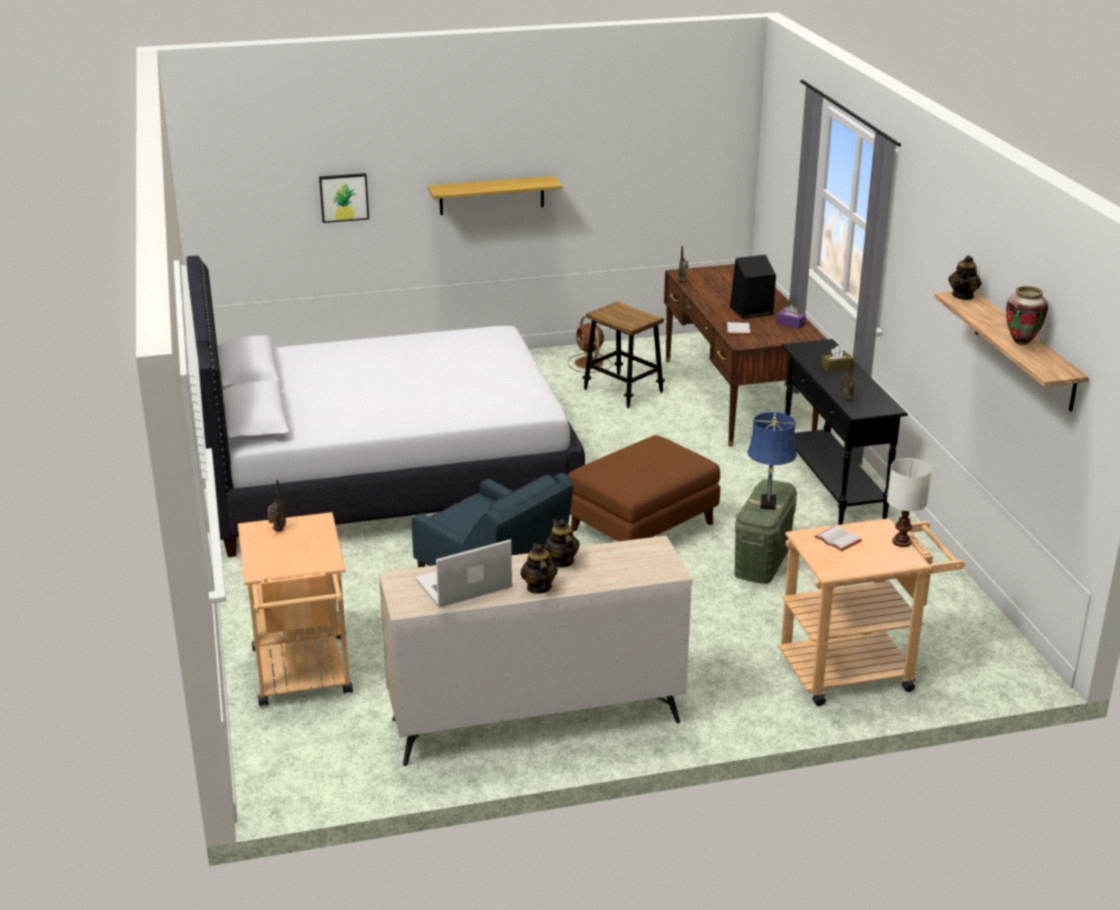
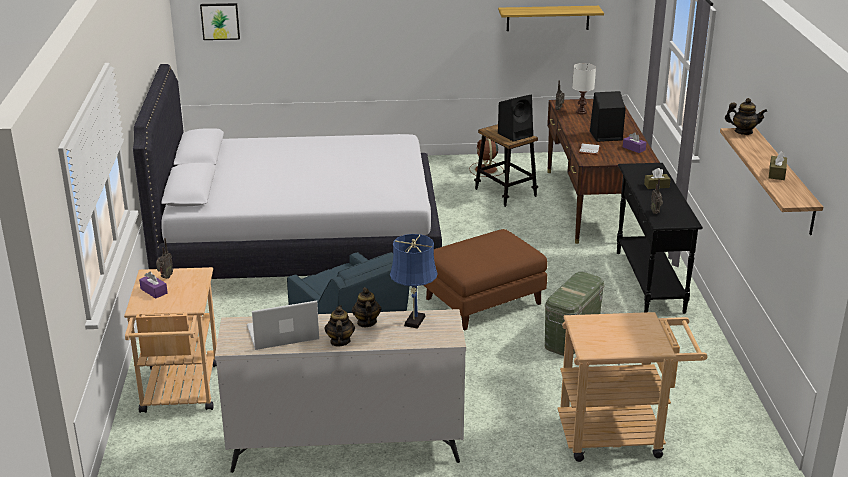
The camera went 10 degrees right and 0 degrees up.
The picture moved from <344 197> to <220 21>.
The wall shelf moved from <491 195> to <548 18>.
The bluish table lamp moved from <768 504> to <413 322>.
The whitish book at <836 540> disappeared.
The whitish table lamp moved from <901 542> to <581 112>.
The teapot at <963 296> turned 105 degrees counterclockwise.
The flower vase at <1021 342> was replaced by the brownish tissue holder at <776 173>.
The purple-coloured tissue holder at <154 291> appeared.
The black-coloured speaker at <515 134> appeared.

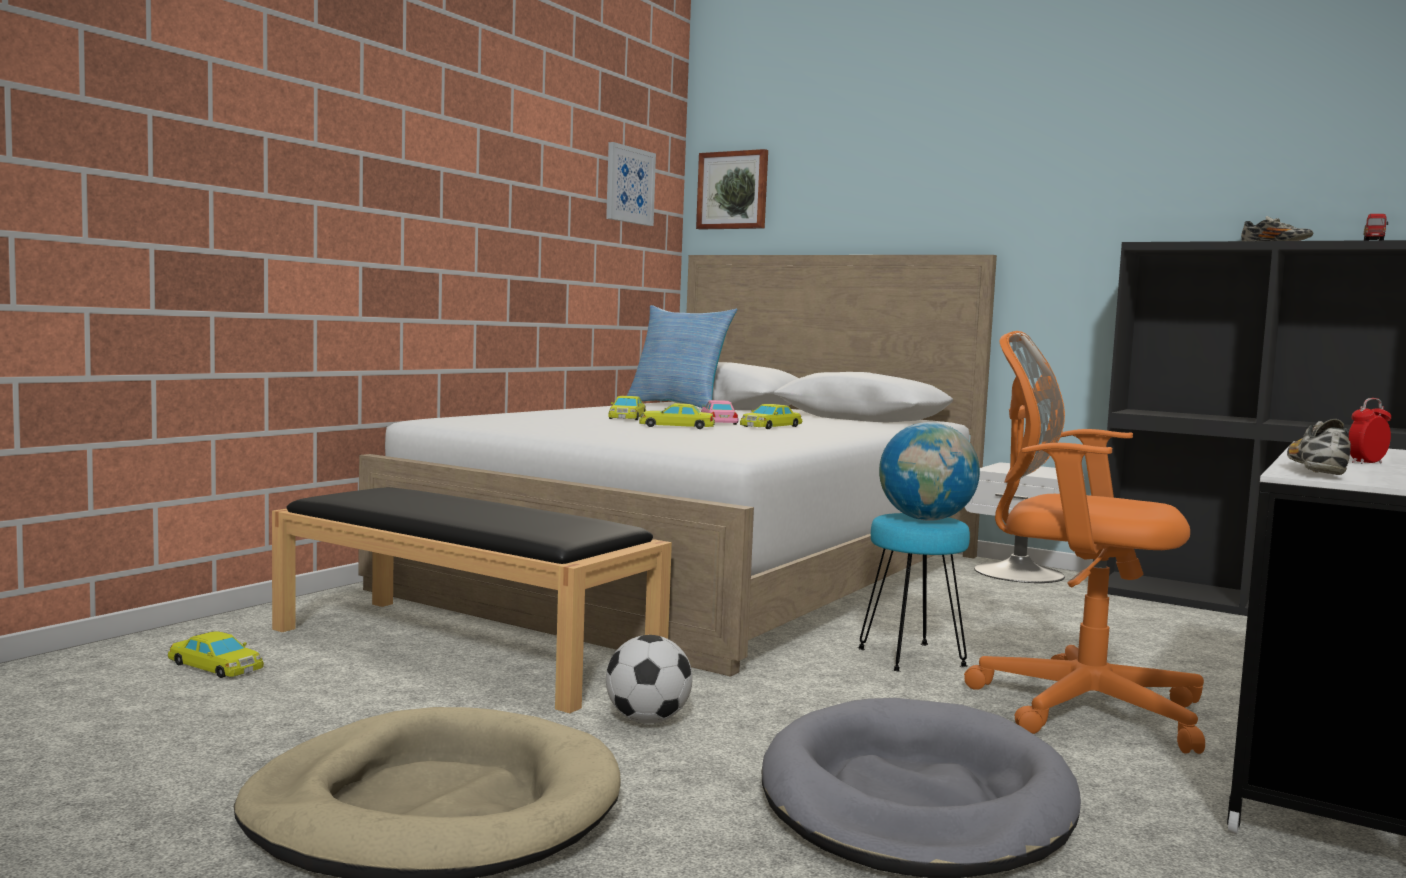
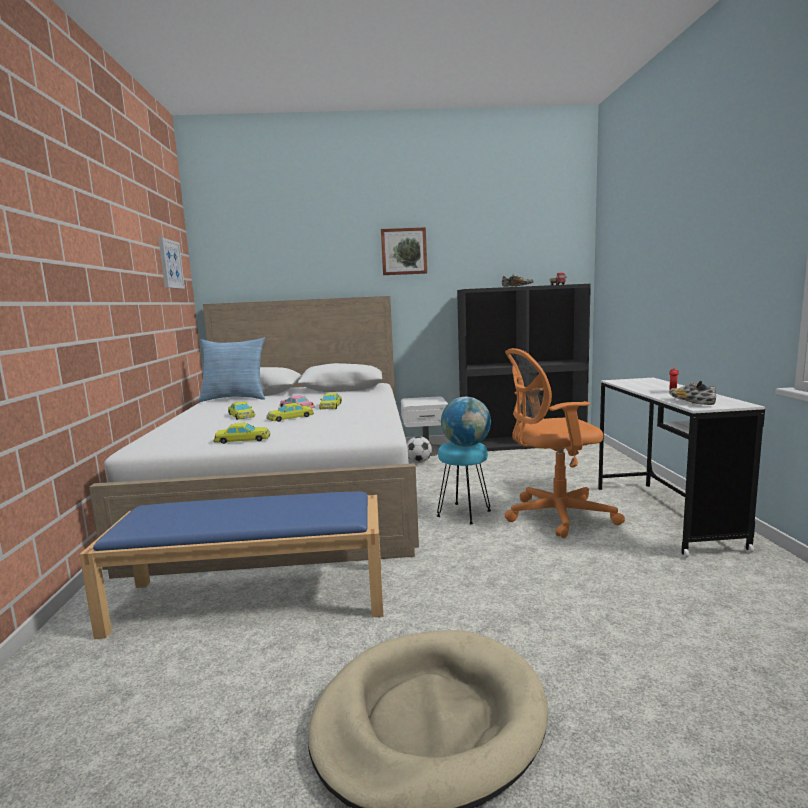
The camera went 35 degrees left and 5 degrees up.
The yellow-coloured toy car moved from <216 666> to <243 439>.
The black-coloured bench at <465 649> became the bluish bench at <254 597>.
The ball for football moved from <647 720> to <419 462>.
The picture moved from <733 190> to <404 251>.
The greyish dog cushion at <915 800> disappeared.

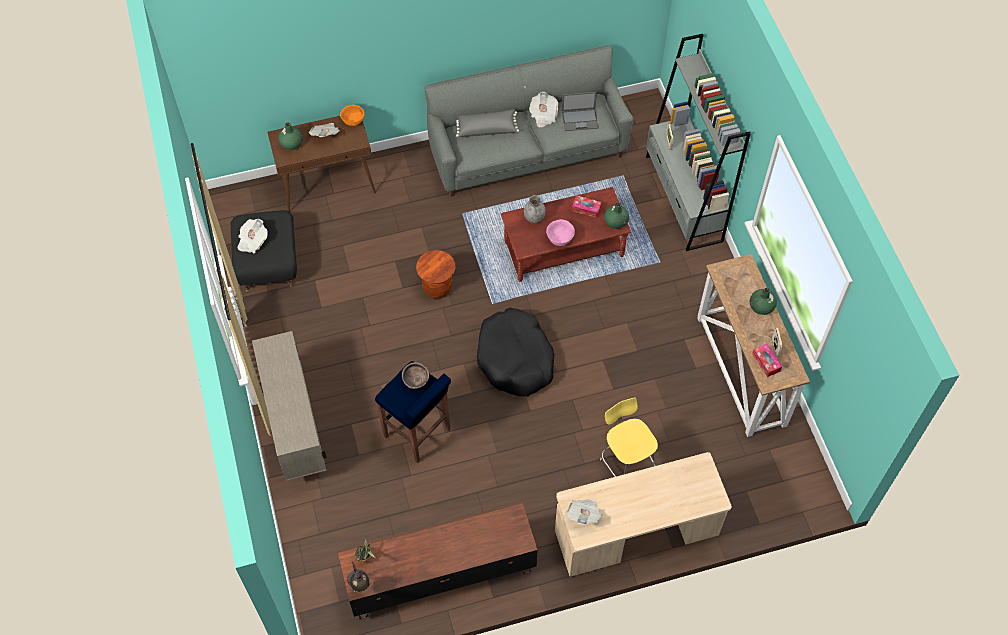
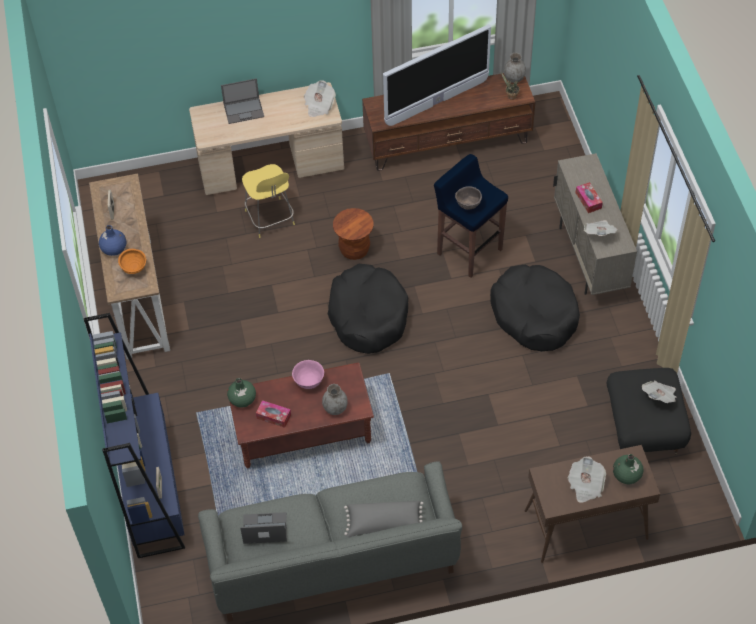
The camera went 175 degrees left and 5 degrees down.
The orange serving bowl moved from <353 122> to <134 269>.
The table lamp at <360 585> was replaced by the greyish flower vase at <514 78>.
The brownish stool moved from <437 288> to <354 250>.
The daily paper moved from <543 115> to <599 233>.
The greyish bookshelf at <683 199> became the bluish bookshelf at <151 489>.
The green-coloured flower vase at <761 307> became the bluish flower vase at <114 248>.
The tissue holder moved from <766 362> to <588 200>.
The notebook computer at <244 110> appeared.
The television at <437 103> appeared.
The black-coloured dog cushion at <534 314> appeared.

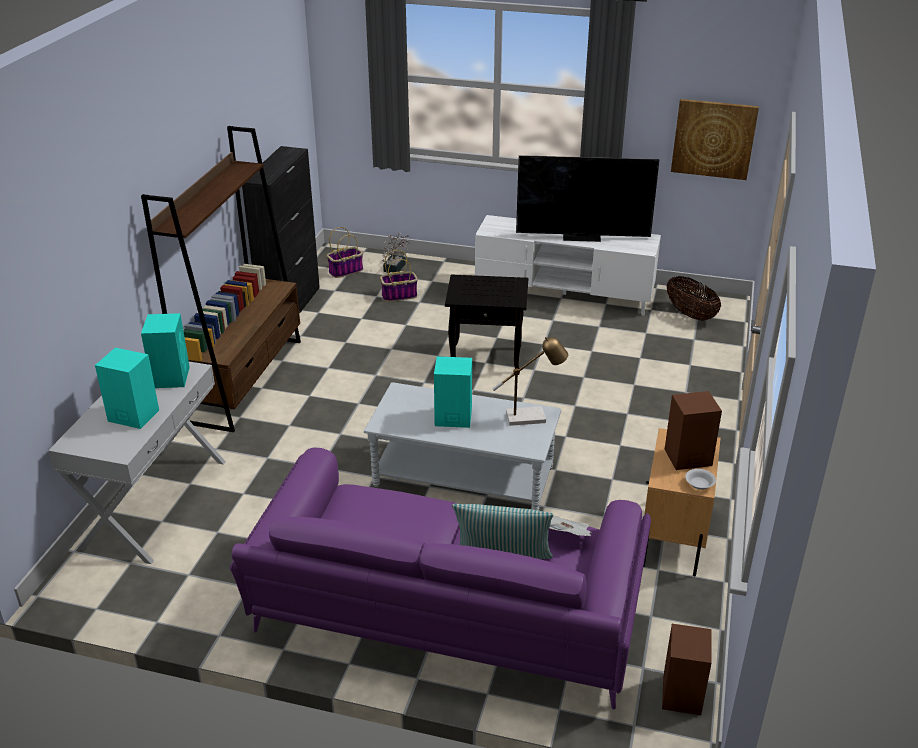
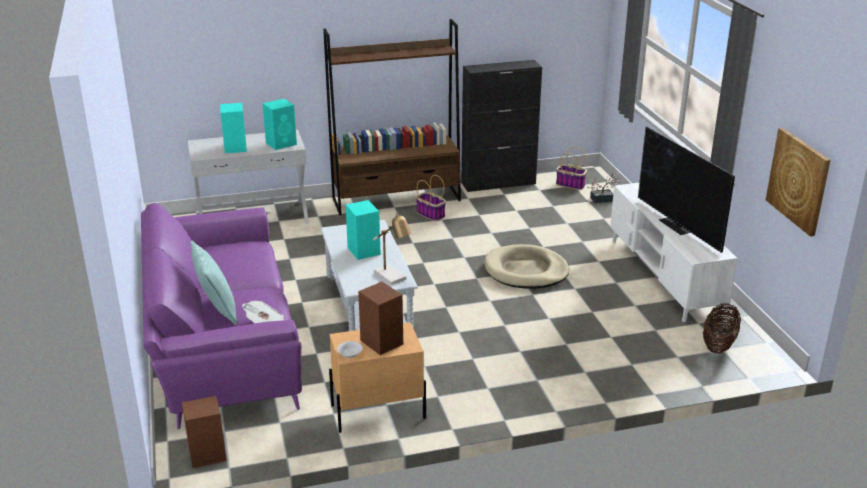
The camera went 60 degrees right and 5 degrees down.
The basket moved from <399 295> to <431 214>.
The black-coloured end table at <487 357> was replaced by the sand-coloured dog cushion at <526 271>.

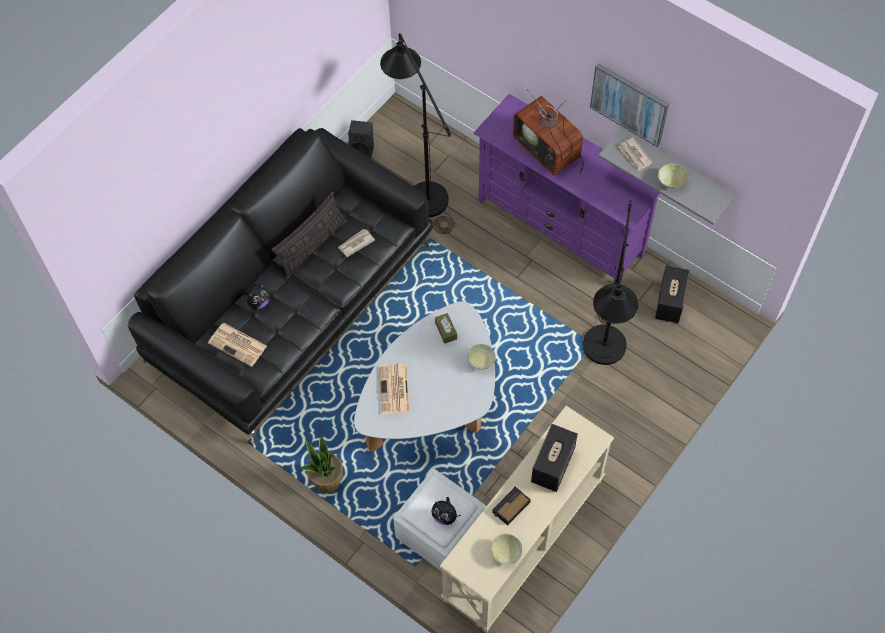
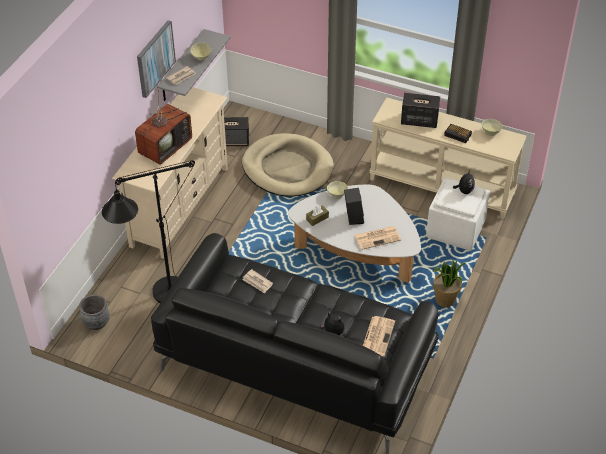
The camera went 105 degrees left and 15 degrees down.
The pillow at <312 246> disappeared.
The black-coloured speaker moved from <363 150> to <352 217>.
The purple-coloured media console at <561 227> became the sand-coloured media console at <179 206>.
The black-coloured standing lamp at <602 356> was replaced by the sand-coloured dog cushion at <287 168>.
The greyish planter at <96 322> appeared.

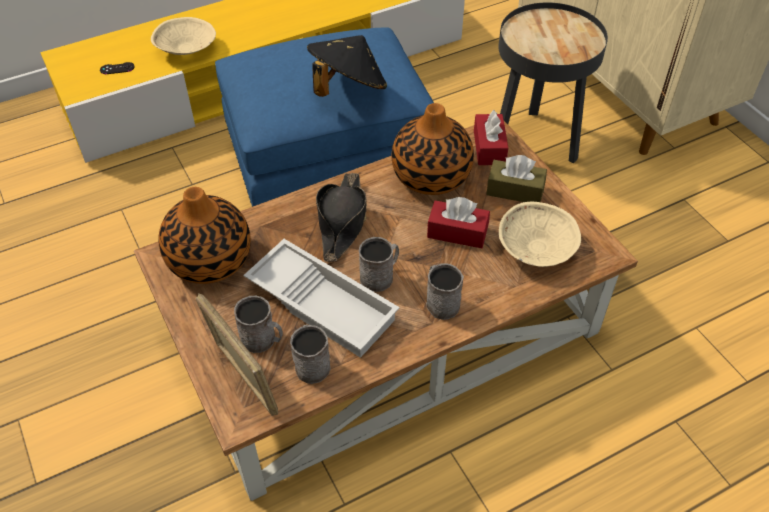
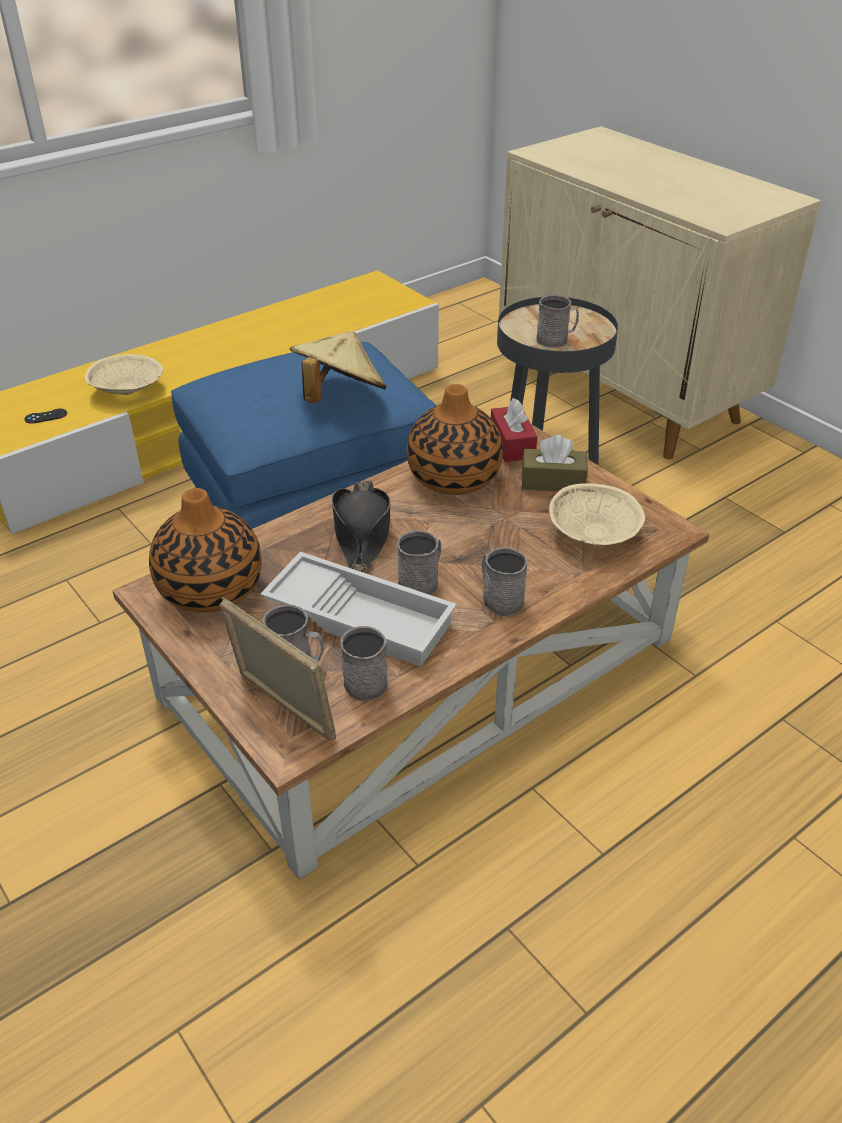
The camera went 10 degrees left and 10 degrees down.
The black-coloured clothing hat at <347 89> became the sand-coloured clothing hat at <339 397>.
The red-coloured tissue holder at <457 232> disappeared.
The greyish tea mug at <556 340> appeared.

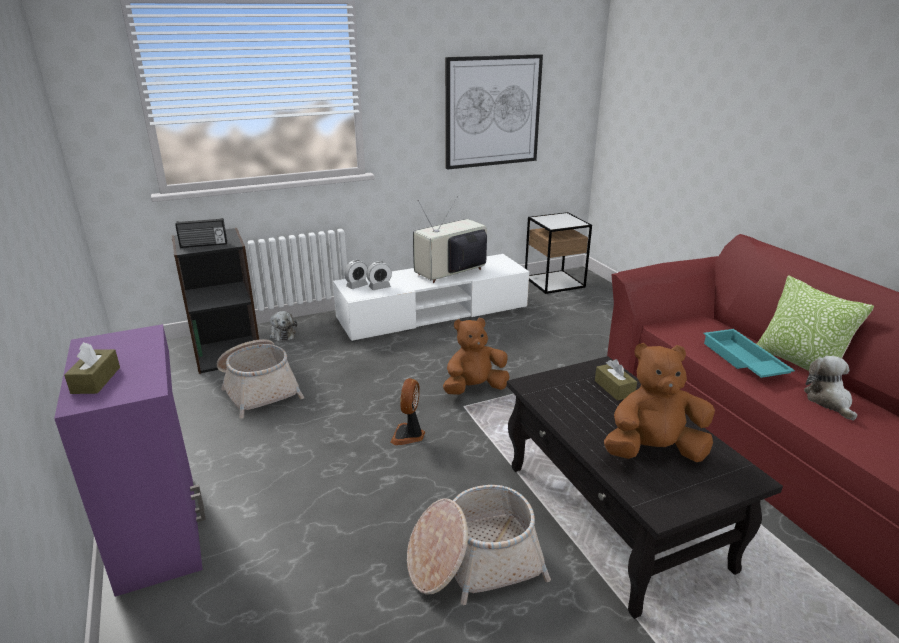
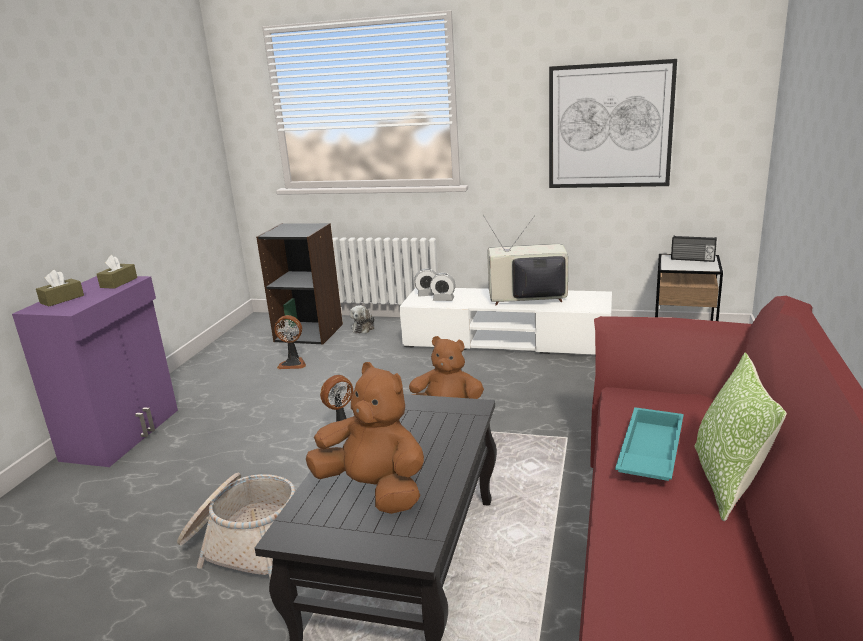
The camera went 40 degrees right and 5 degrees down.
The radio set moved from <204 245> to <692 259>.
The basket at <258 389> was replaced by the electric fan at <293 363>.
The brownish tissue holder moved from <614 388> to <119 282>.
The plush toy at <829 401> disappeared.

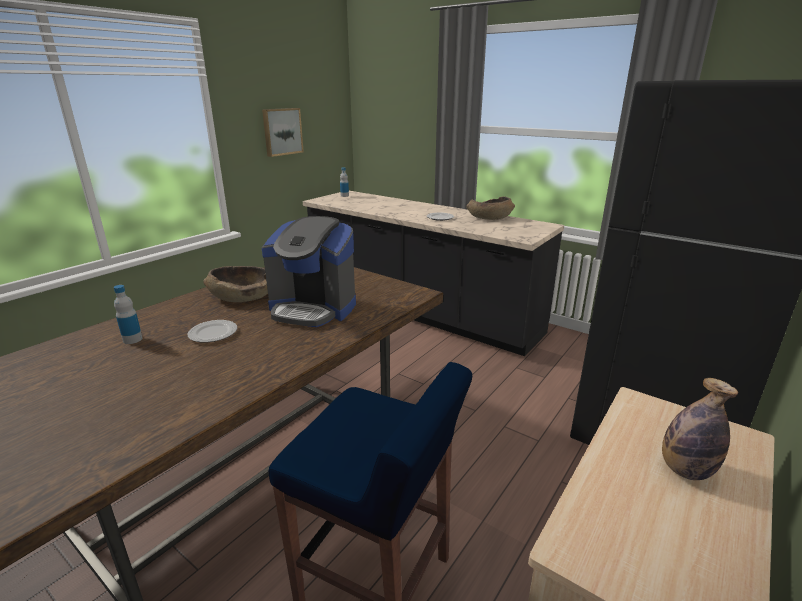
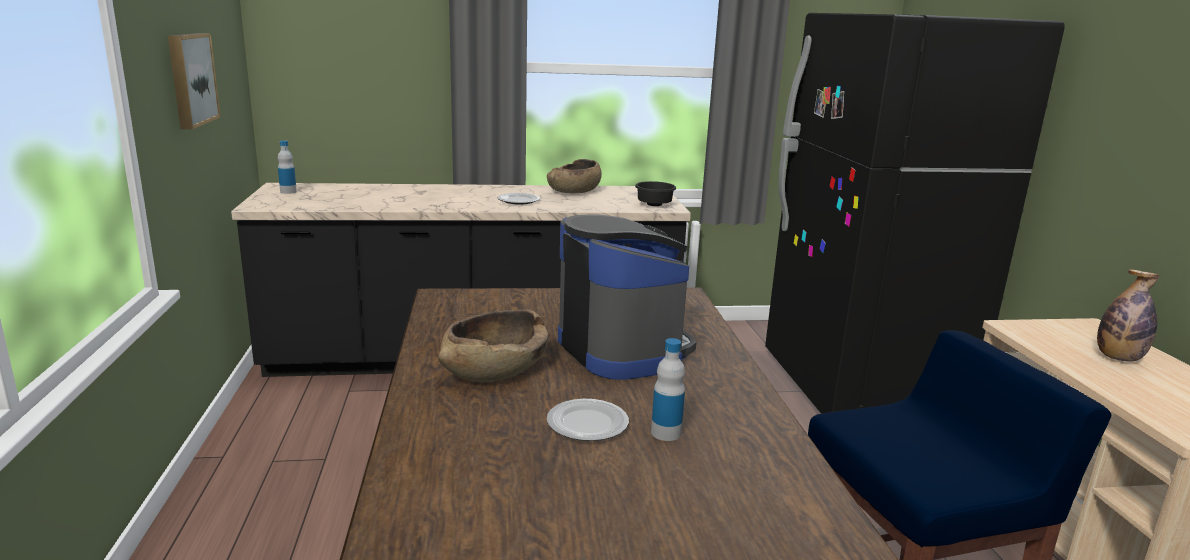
The camera went 45 degrees left and 5 degrees down.
The beverage bottle moved from <132 339> to <666 433>.
The coffee maker at <313 308> turned 90 degrees counterclockwise.
The black-coloured serving bowl at <653 205> appeared.

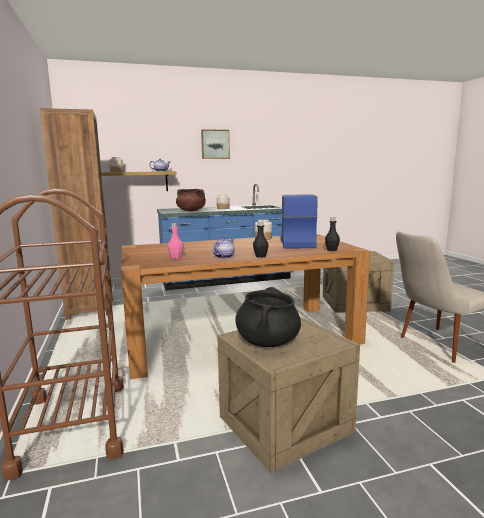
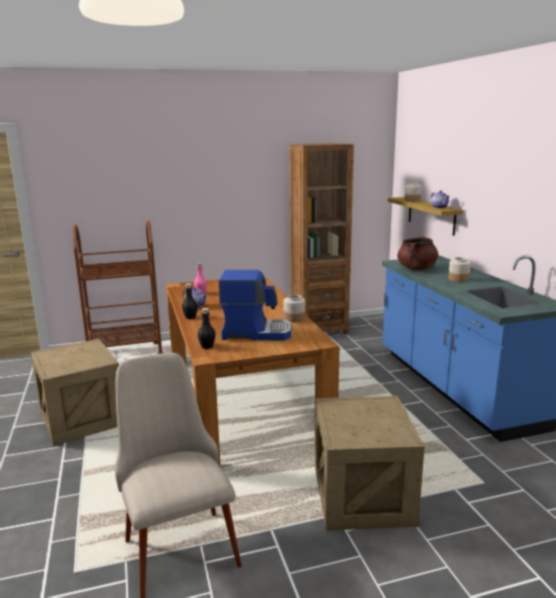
The camera went 90 degrees right and 5 degrees up.
The picture at <215 144> disappeared.
The black-coloured cooking pot at <267 341> disappeared.

